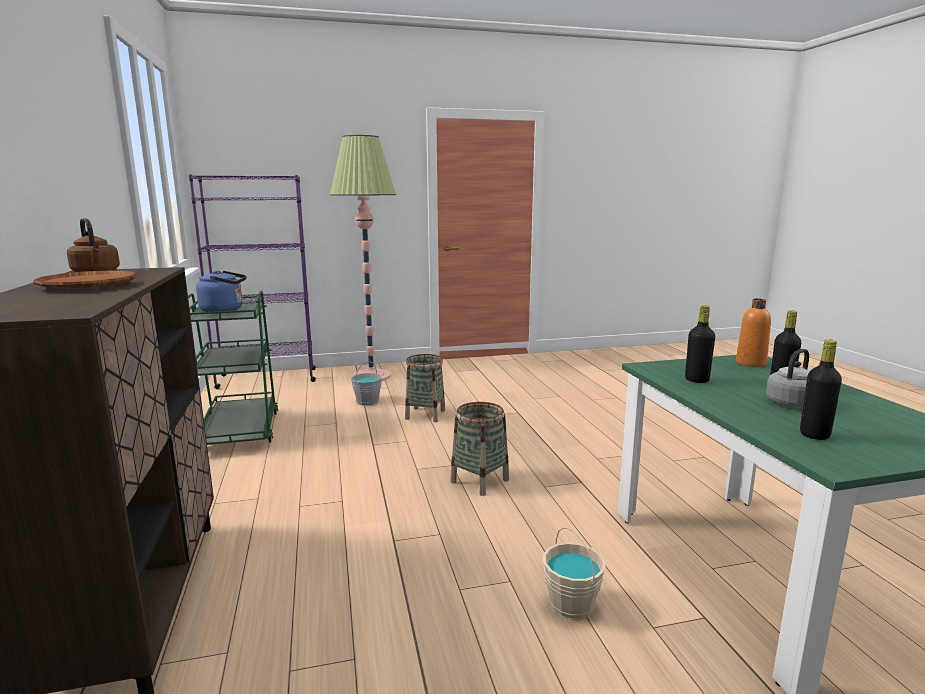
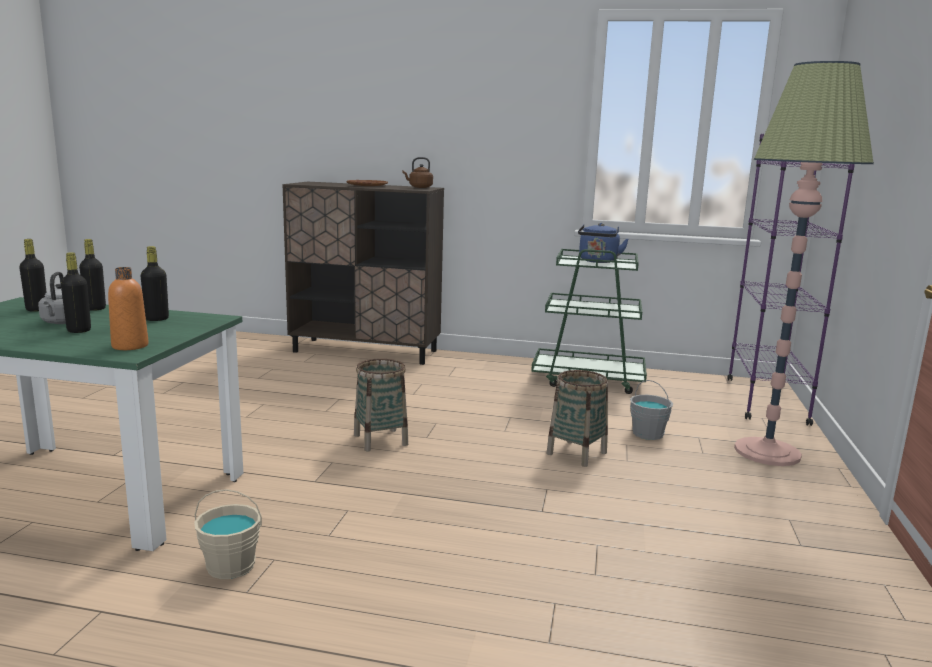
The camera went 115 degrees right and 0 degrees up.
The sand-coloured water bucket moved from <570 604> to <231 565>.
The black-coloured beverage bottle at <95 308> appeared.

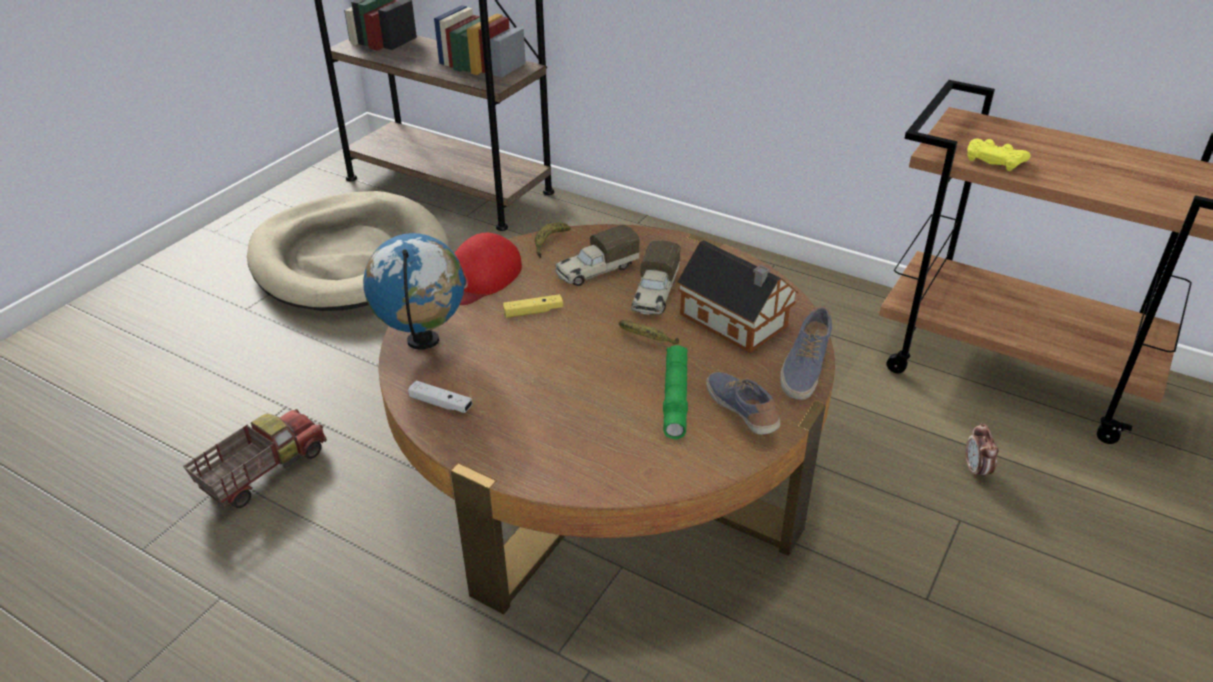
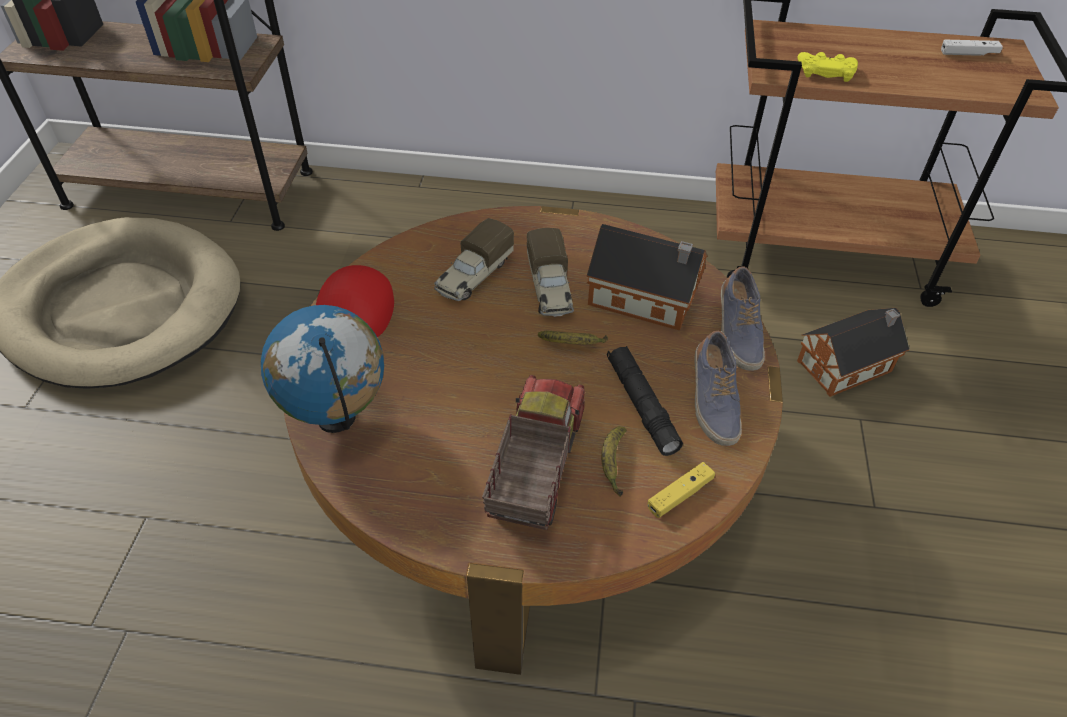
The camera went 25 degrees left and 10 degrees up.
The toy lorry moved from <263 472> to <534 468>.
The whitish gamepad moved from <441 403> to <968 54>.
The yellow-coloured gamepad moved from <533 312> to <680 495>.
The banana fruit moved from <549 243> to <613 463>.
The green-coloured torch at <675 397> became the black-coloured torch at <641 405>.
The item of footwear at <742 411> turned 135 degrees counterclockwise.
The table clock at <976 470> was replaced by the miniature house at <848 365>.

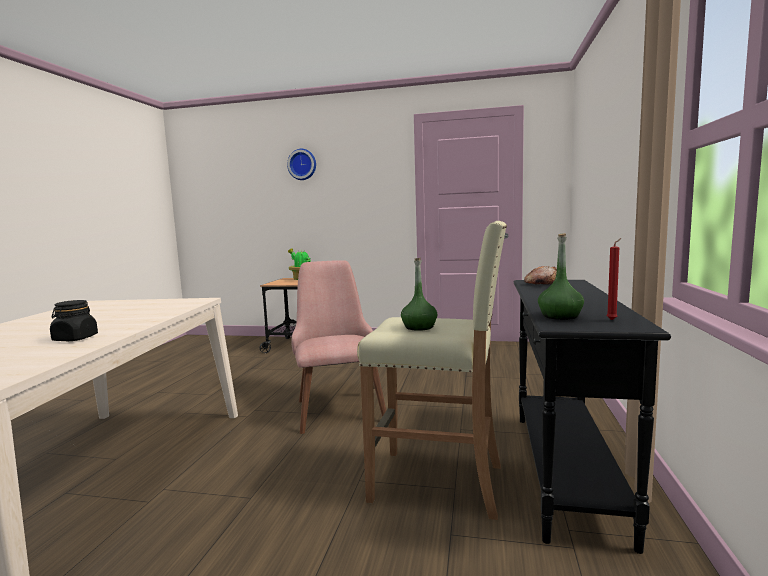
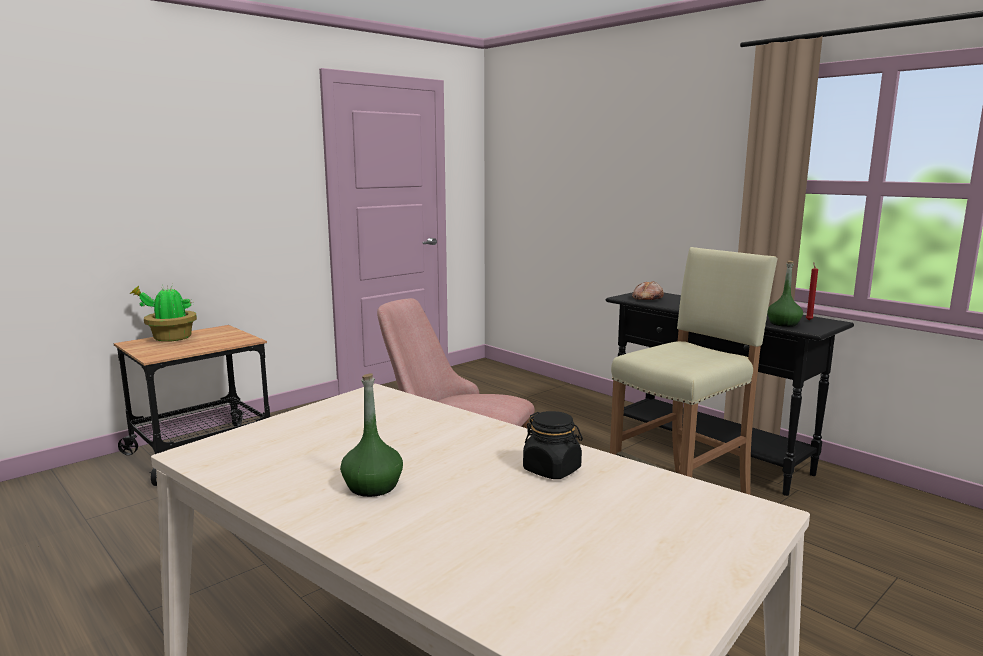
The camera went 55 degrees left and 5 degrees up.
The wall clock at <302 164> disappeared.
The green-coloured beverage bottle moved from <419 327> to <372 486>.

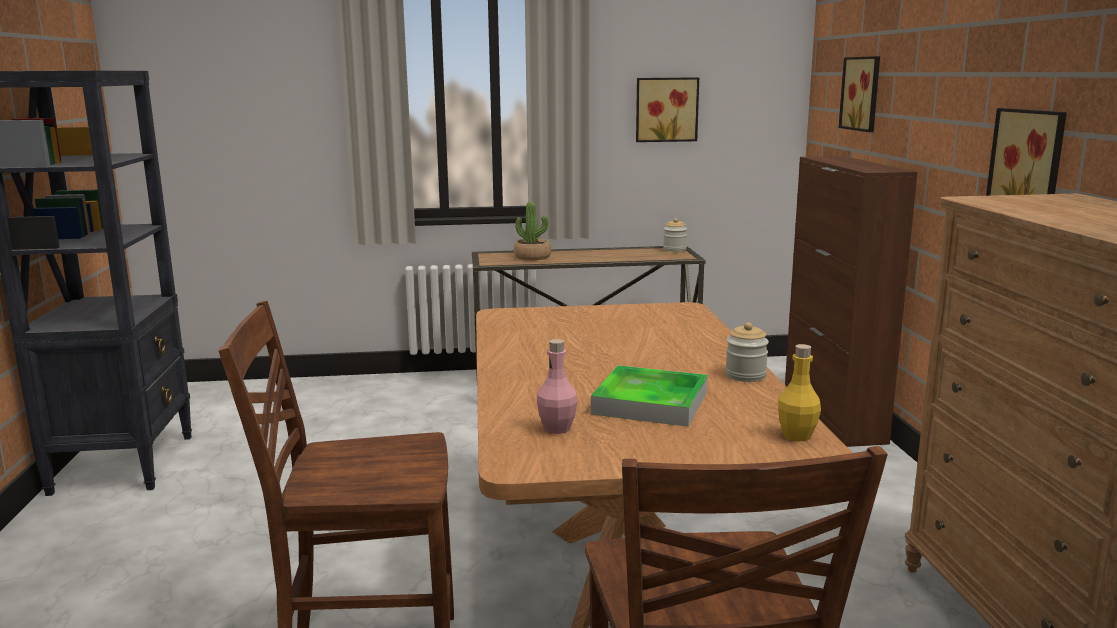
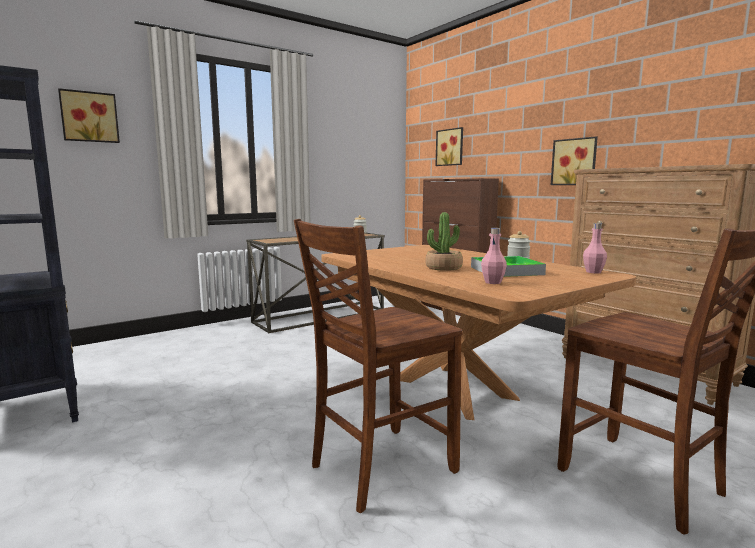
The camera went 30 degrees left and 5 degrees down.
The plant in a pot moved from <532 257> to <443 268>.
The picture moved from <666 109> to <89 117>.
The yellow-coloured beverage bottle at <797 436> became the pink beverage bottle at <593 272>.

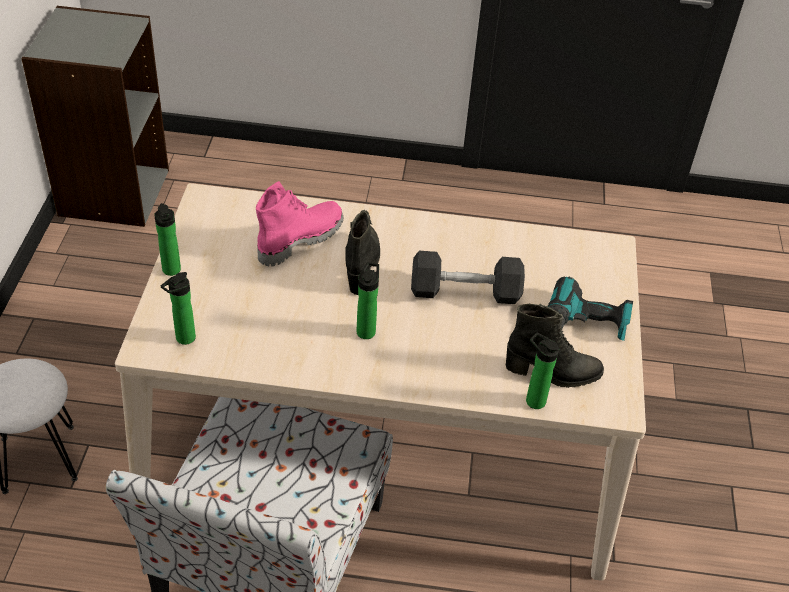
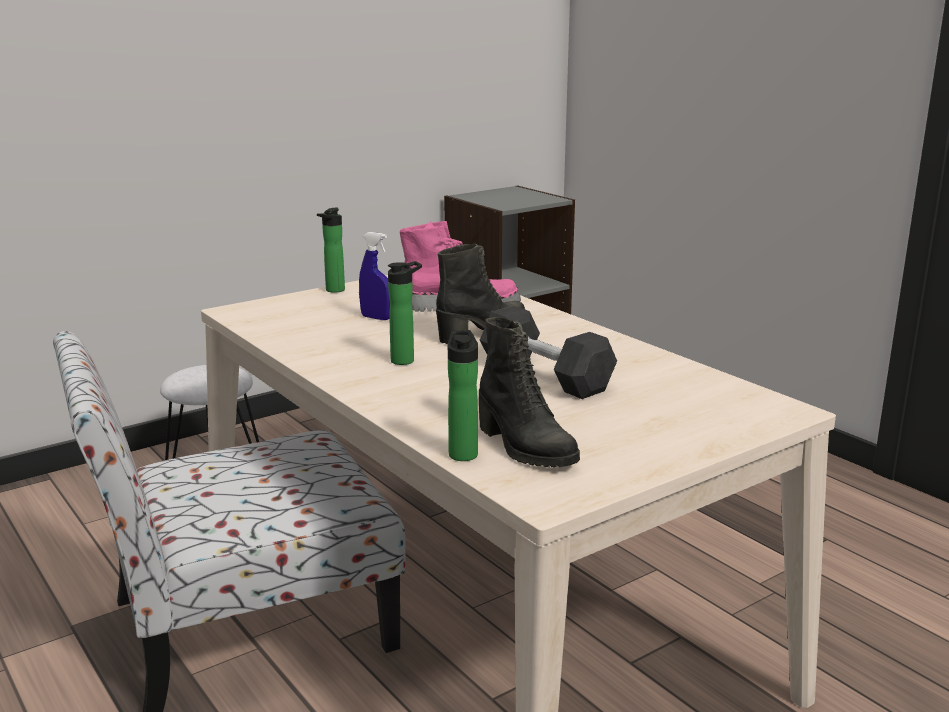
The camera went 50 degrees right and 25 degrees down.
The beverage bottle at <183 339> disappeared.
The drill at <584 326> disappeared.
The bluish hand sprayer at <376 318> appeared.

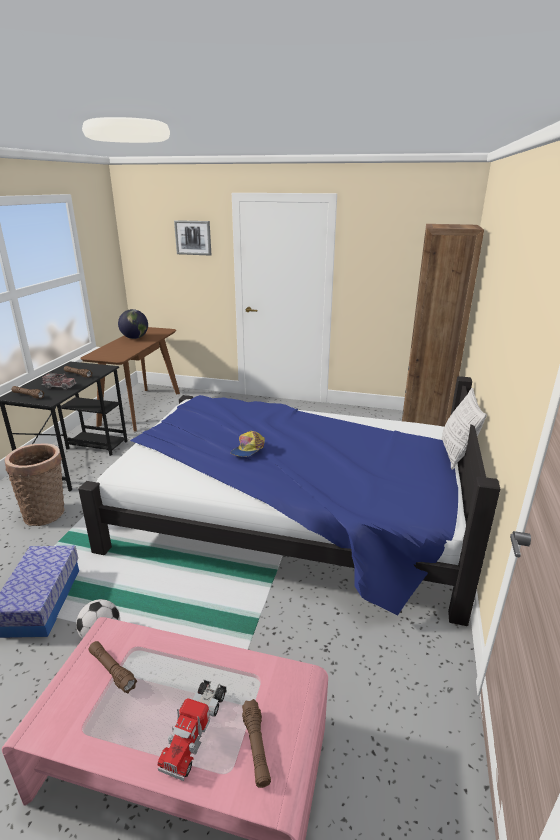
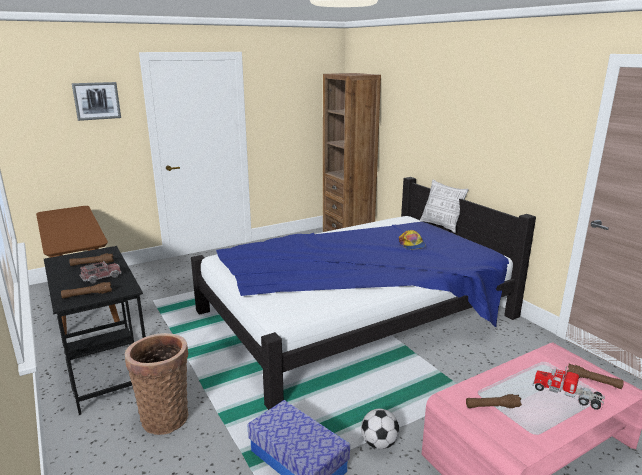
The camera went 45 degrees left and 5 degrees down.
The world globe at <135 338> disappeared.
The toy lorry at <195 730> turned 150 degrees clockwise.
The baseball cap moved from <248 449> to <412 244>.

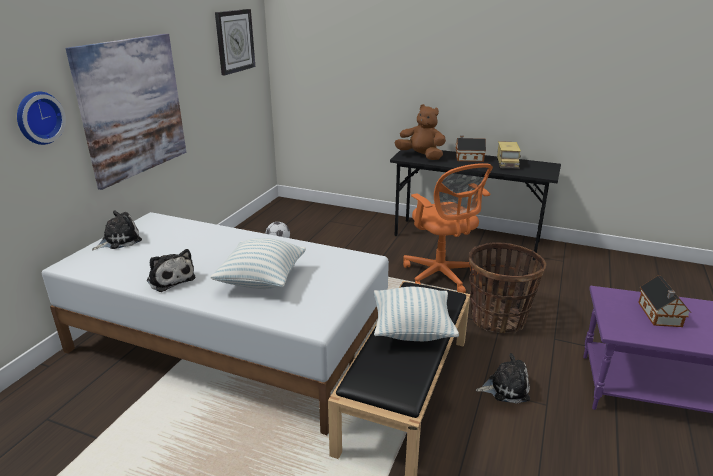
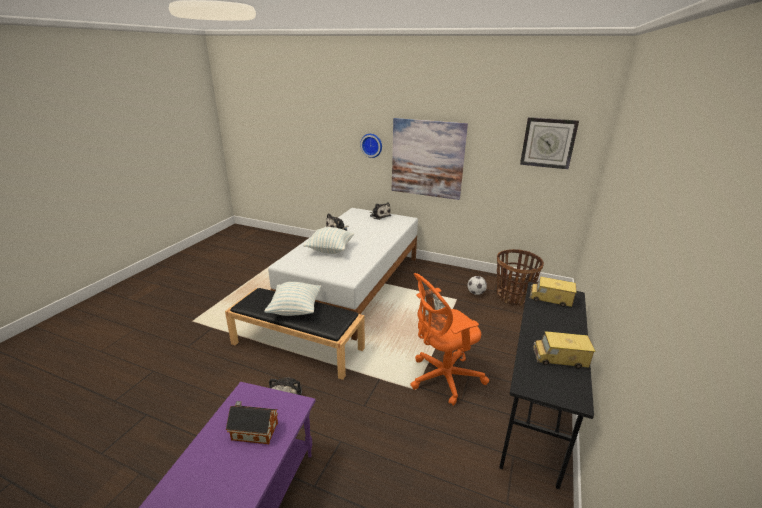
The camera went 90 degrees right and 0 degrees up.
The brownish plush toy at <421 156> was replaced by the toy lorry at <550 299>.
The miniature house at <468 158> disappeared.
The basket moved from <498 319> to <513 296>.

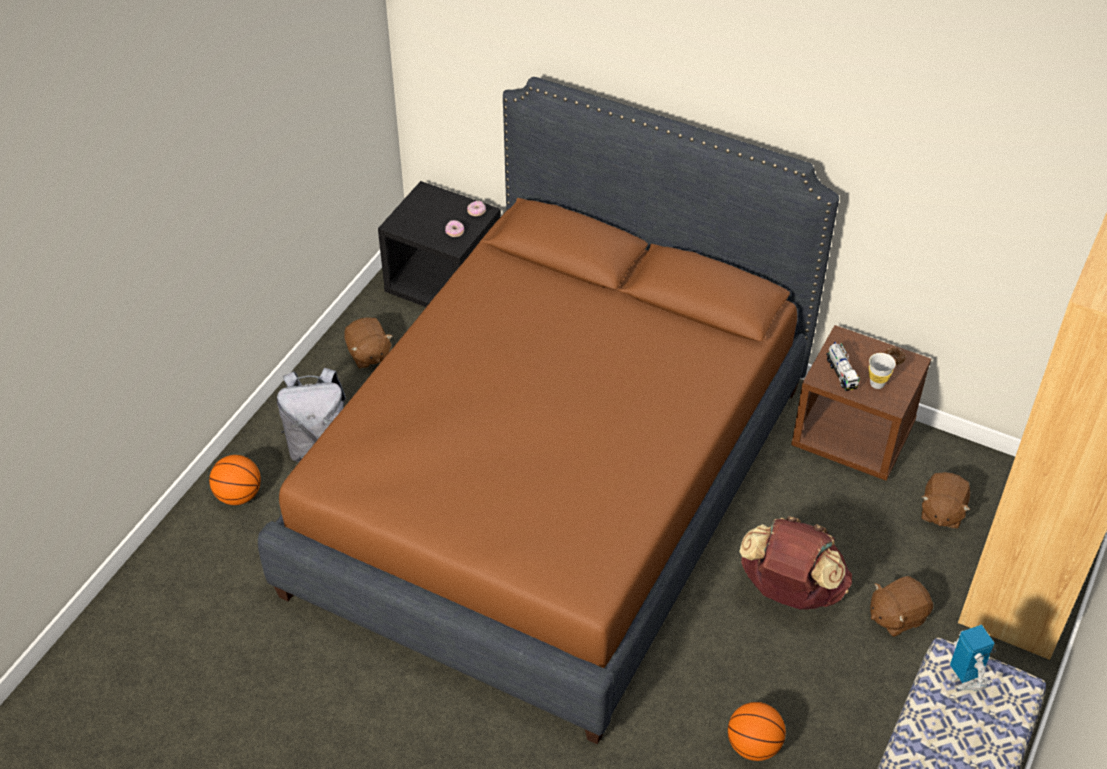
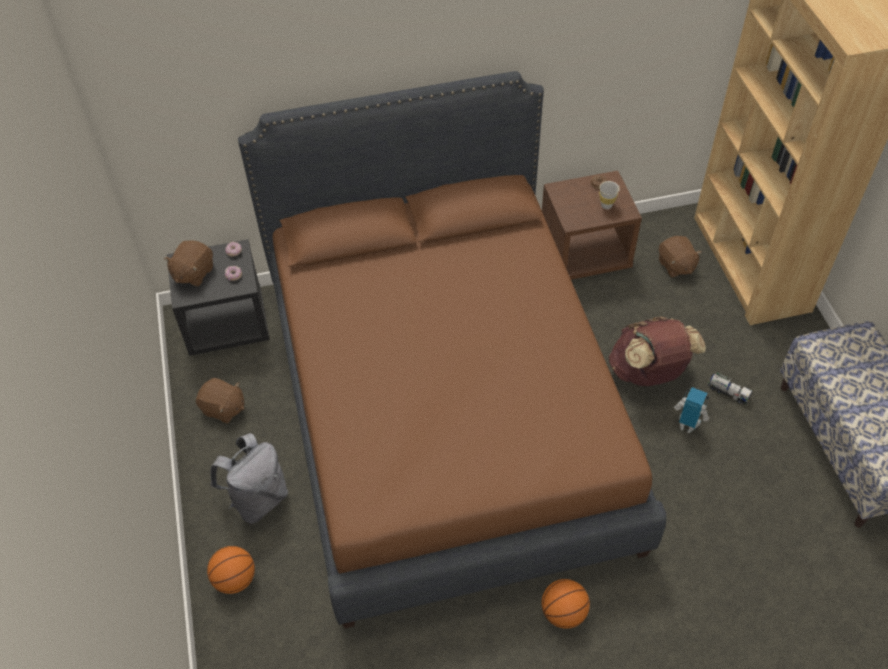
The camera went 40 degrees left and 5 degrees up.
The basketball moved from <753 745> to <563 612>.
The toy lorry moved from <841 373> to <728 392>.
The brownish plush toy moved from <896 616> to <193 273>.
The robot figure moved from <965 680> to <687 425>.

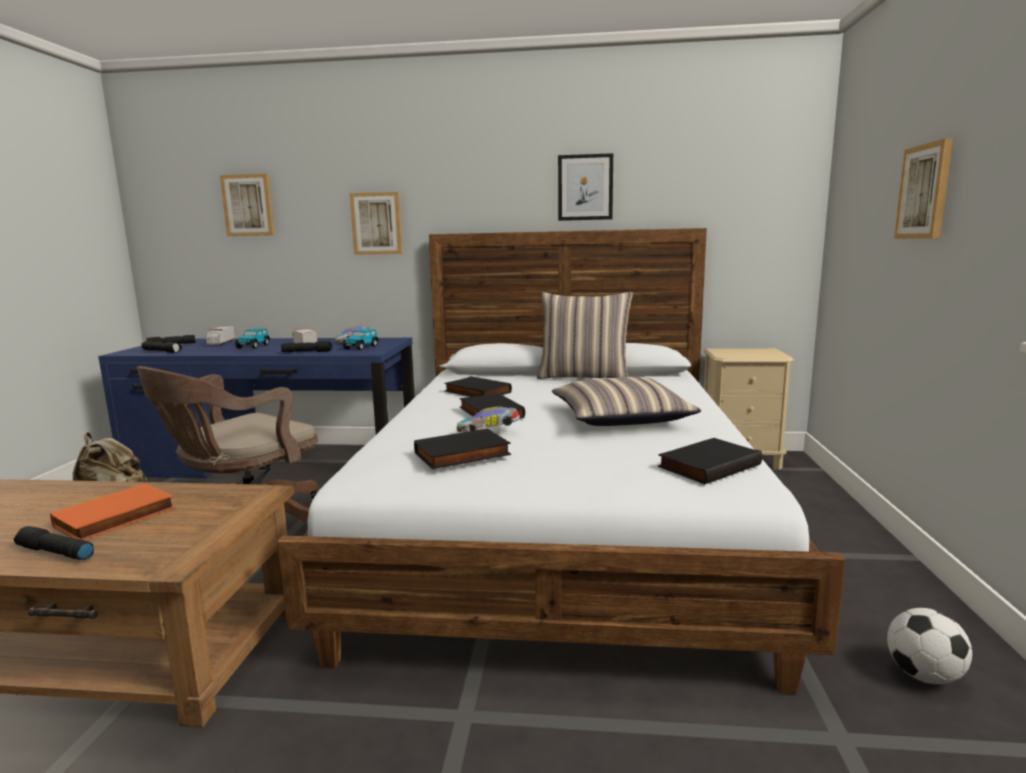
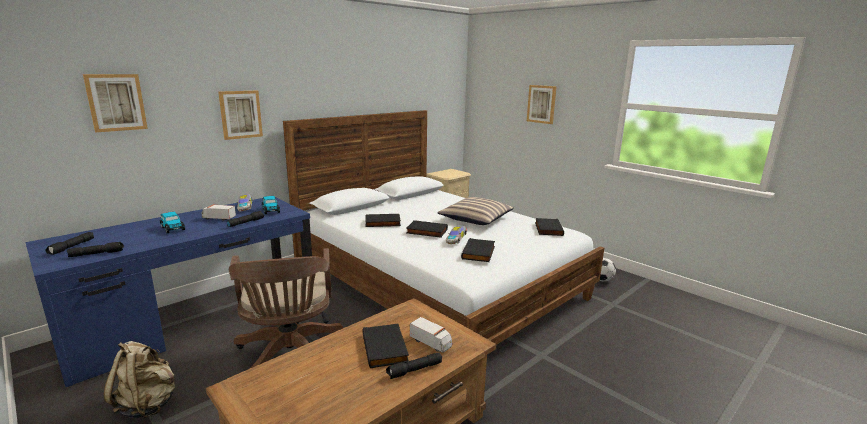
The camera went 50 degrees left and 5 degrees up.
The orange book at <116 518> became the black-coloured book at <386 348>.
The toy lorry moved from <221 343> to <431 343>.
The pillow at <584 377> disappeared.
The picture at <585 187> disappeared.

